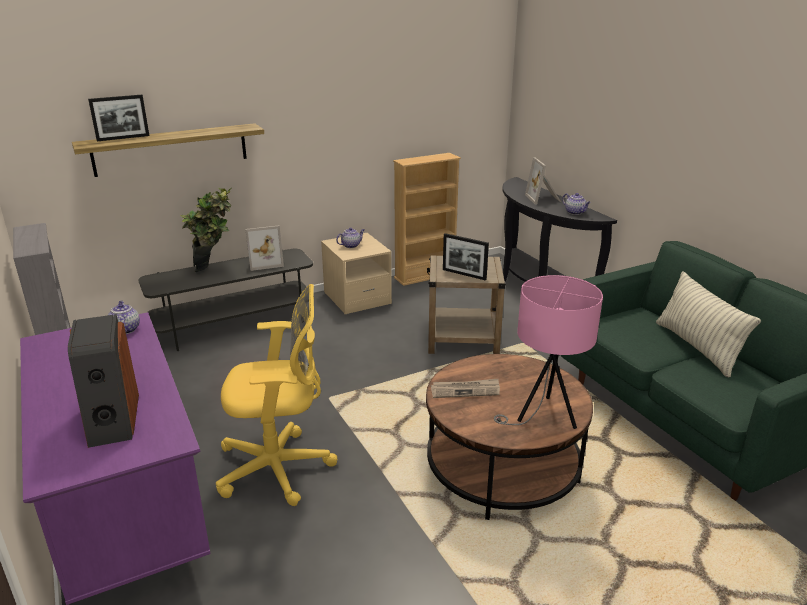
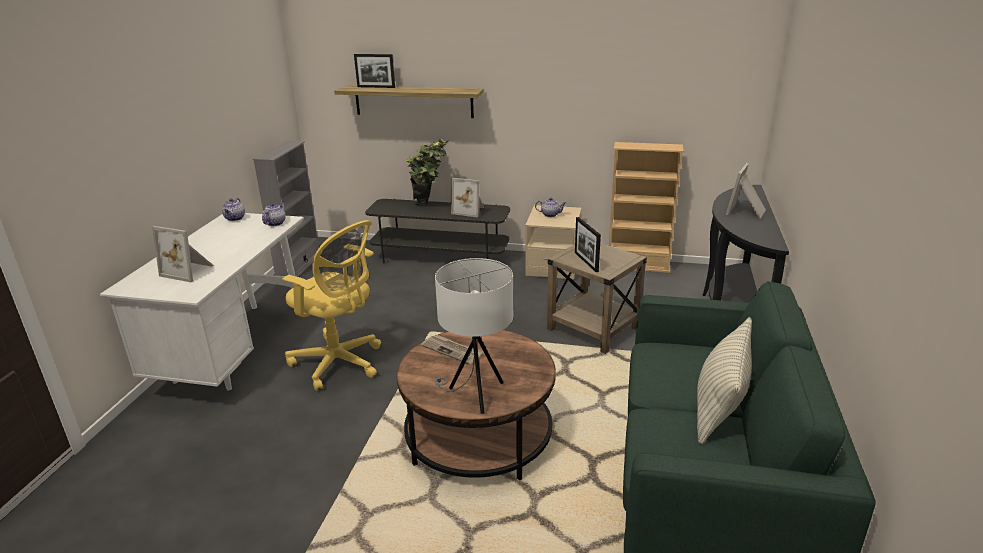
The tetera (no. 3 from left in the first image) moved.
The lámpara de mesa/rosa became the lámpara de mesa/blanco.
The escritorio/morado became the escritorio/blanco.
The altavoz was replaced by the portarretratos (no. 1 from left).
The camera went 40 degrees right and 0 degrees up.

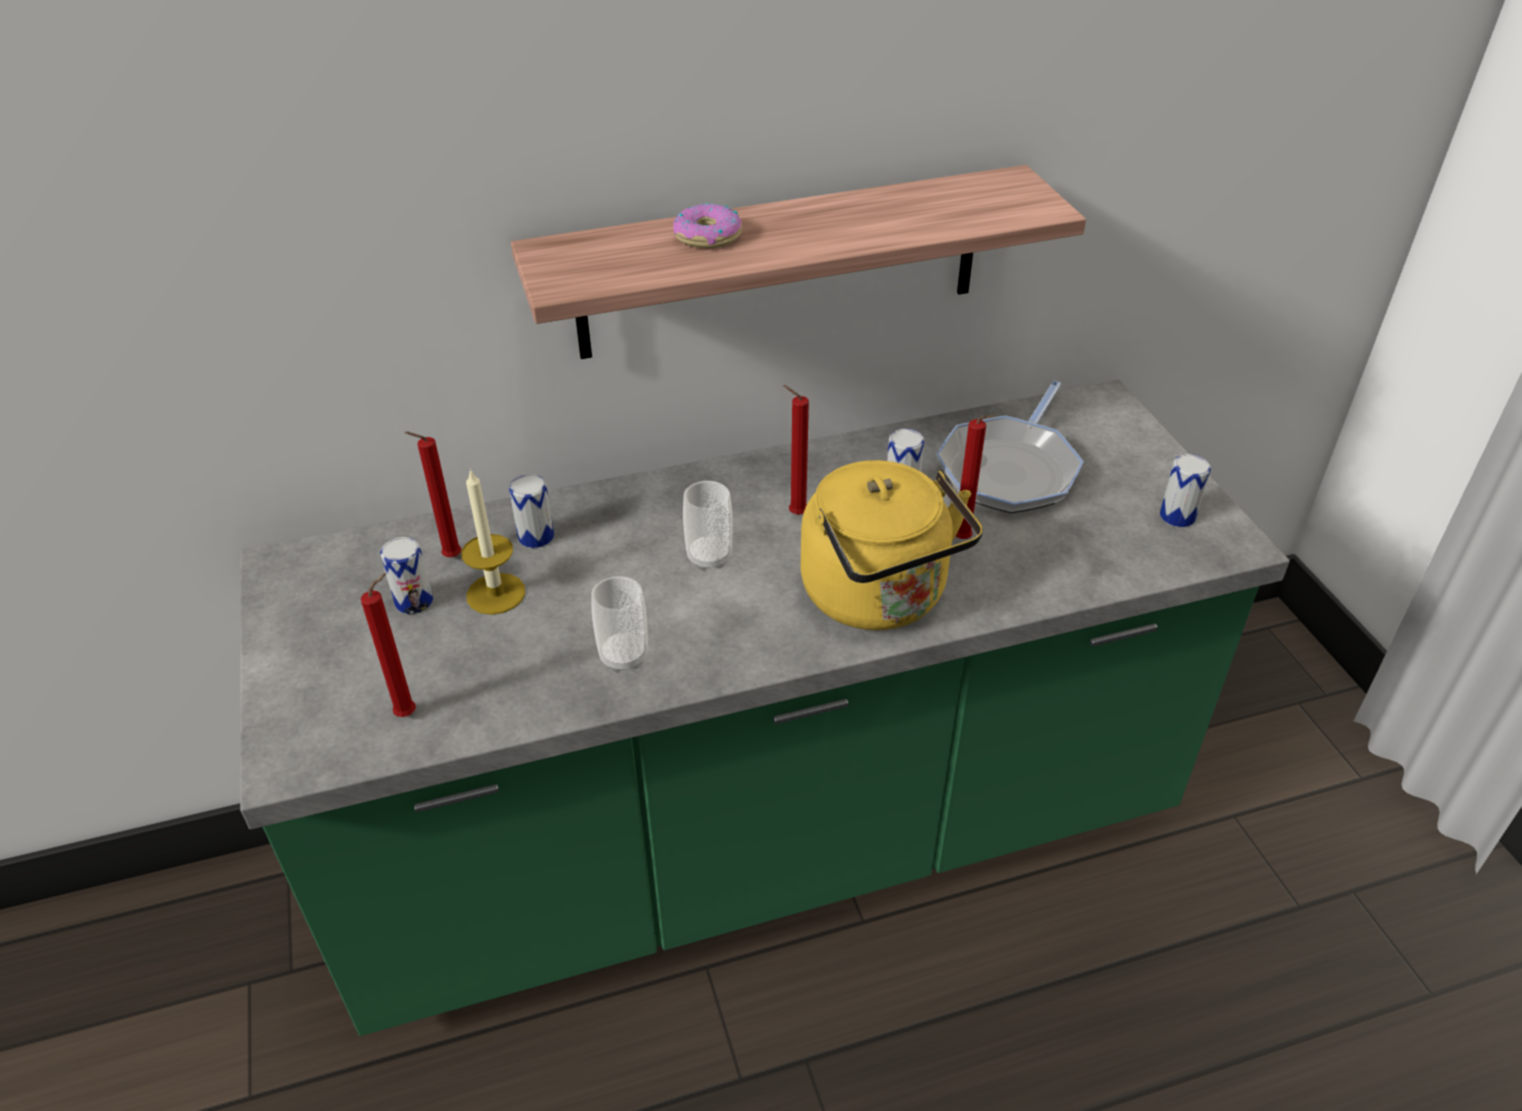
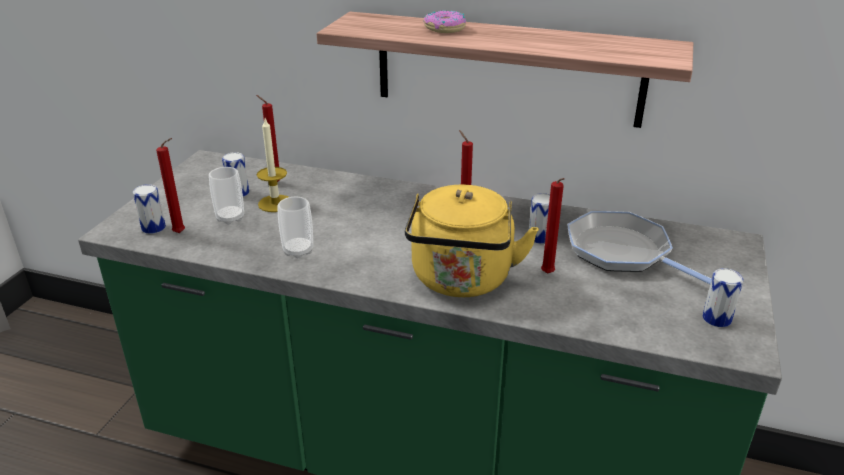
The sartén turned 75 degrees clockwise.
The lata (no. 2 from left in the first image) moved.
The taza (no. 2 from left in the first image) moved.
The camera went 35 degrees right and 10 degrees down.

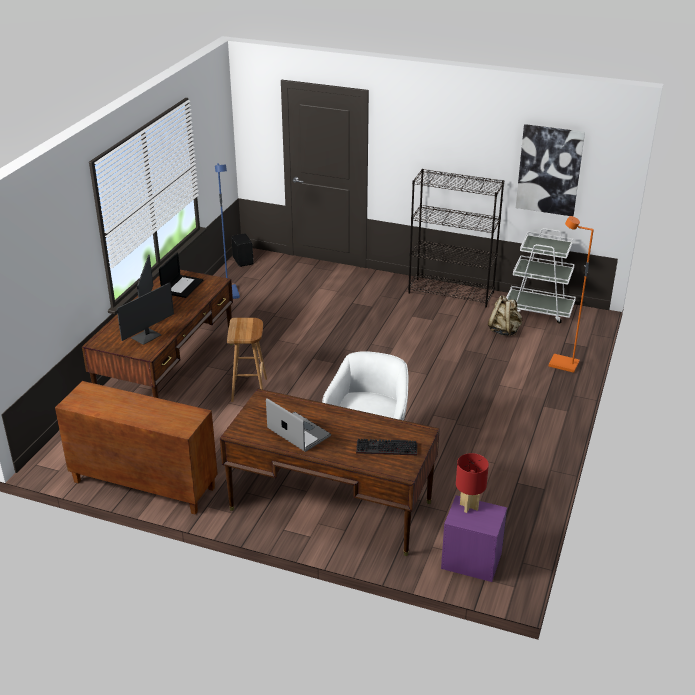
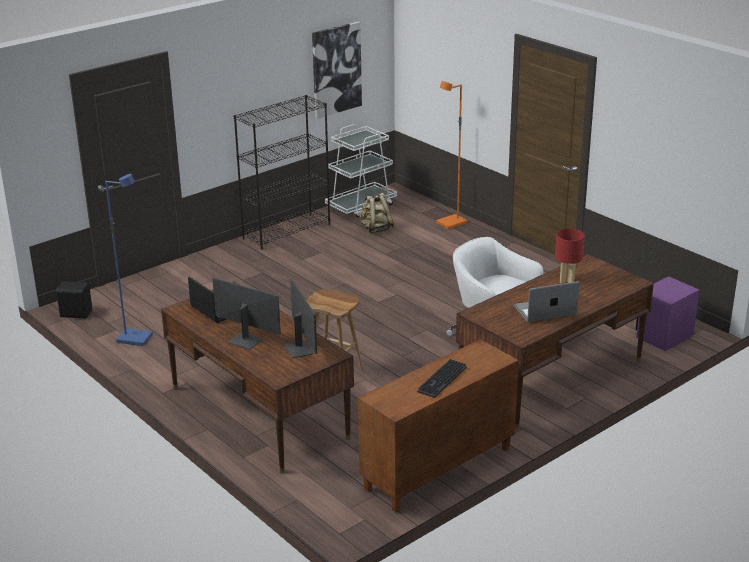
The teclado moved.
The lámpara de mesa/rojo moved.
The camera went 60 degrees left and 5 degrees down.

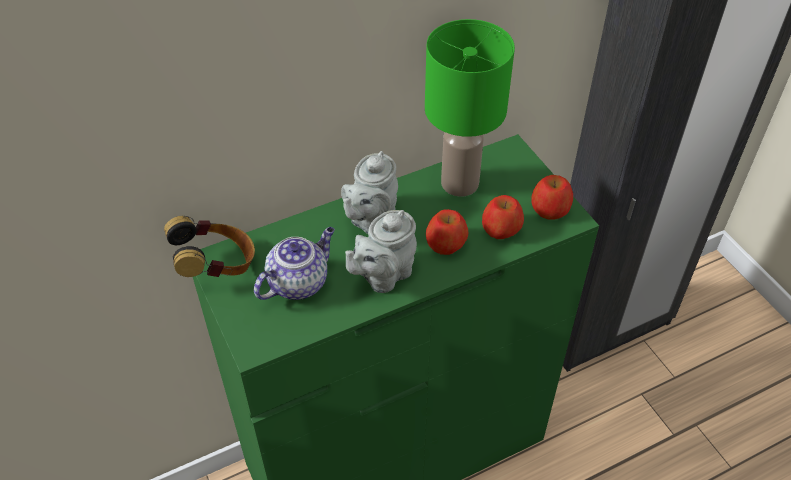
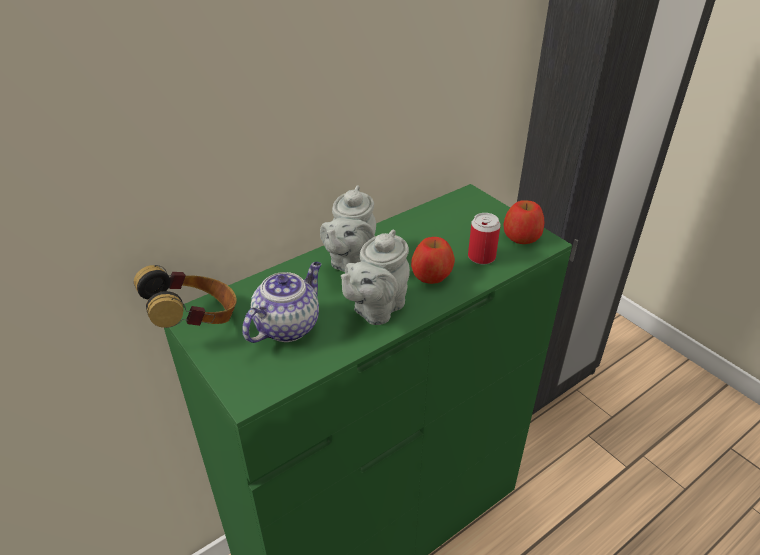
The lámpara de mesa/verde disappeared.
The manzana (no. 2 from left) was replaced by the lata.
The camera went 10 degrees left and 10 degrees down.

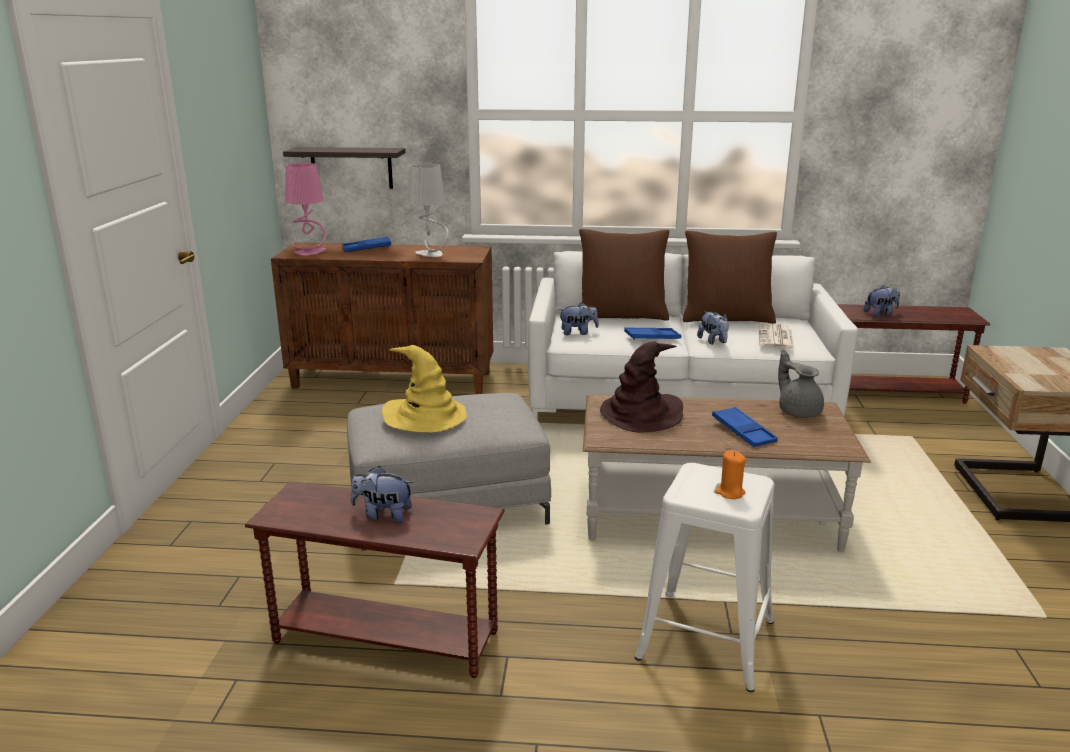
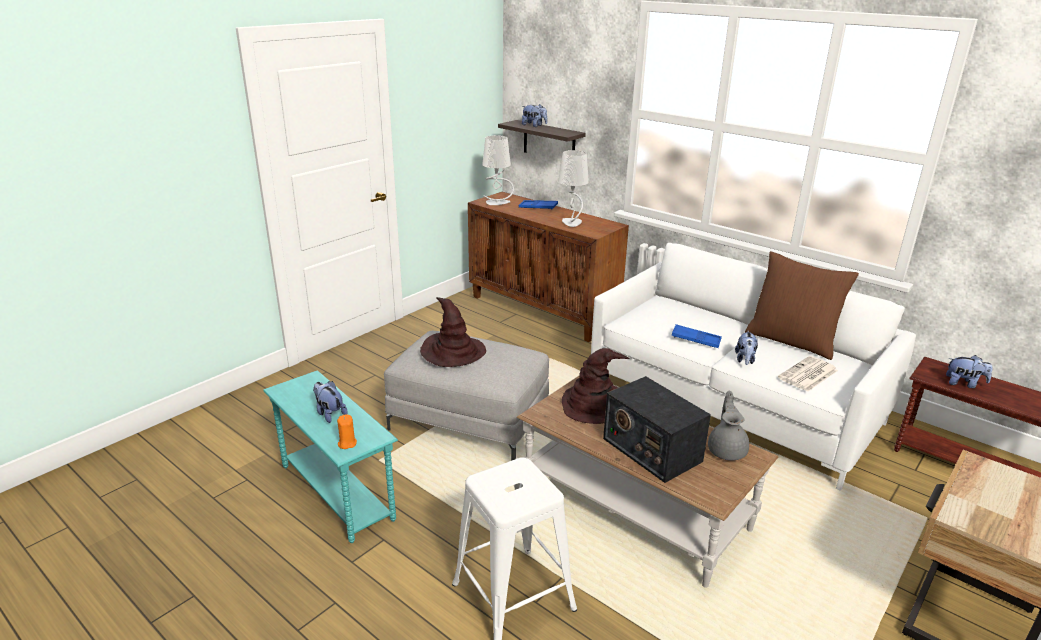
The lámpara de mesa/rosa became the lámpara de mesa/gris (no. 1 from left).
The cojín/marrón (no. 1 from left) disappeared.
The peluche (no. 2 from left) moved.
The sombrero/amarillo became the sombrero/marrón (no. 1 from left).
The bandeja/azul (no. 3 from left) was replaced by the radio.
The vela/naranja moved.
The mesa auxiliar/marrón (no. 1 from left) became the mesa auxiliar/turquesa.
The camera went 35 degrees right and 5 degrees up.

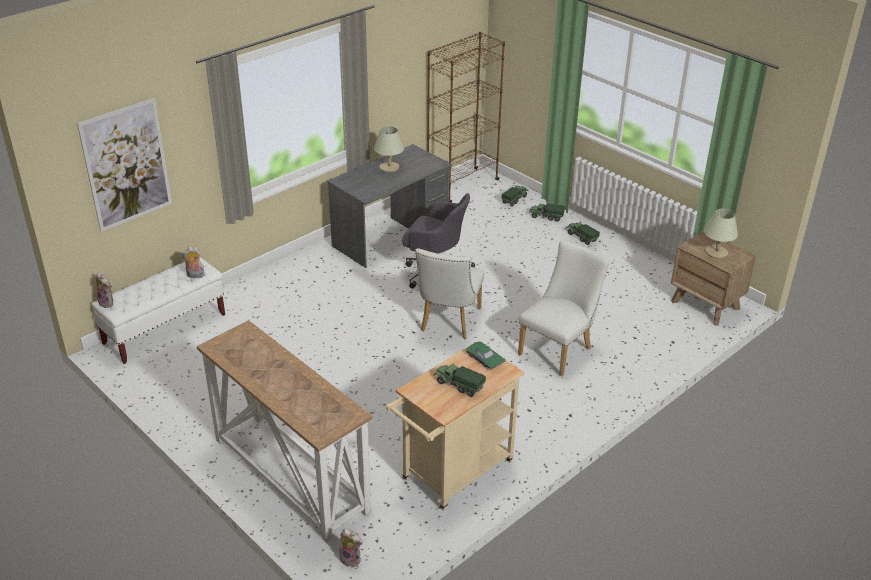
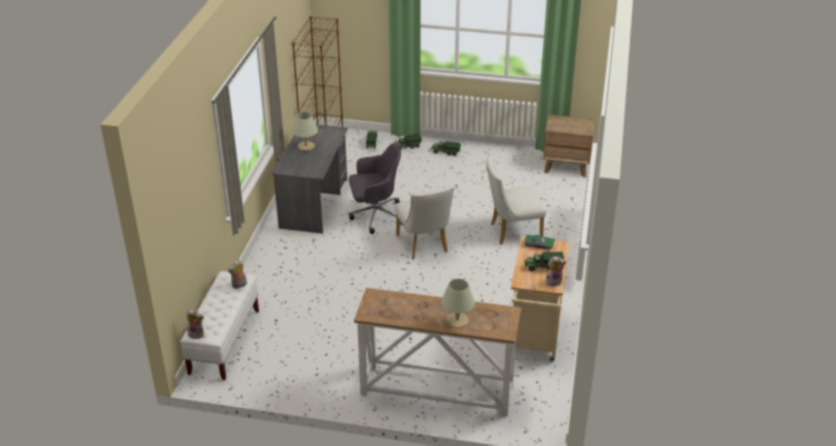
The cuadro disappeared.
The lámpara de mesa/beis (no. 2 from left) moved.
The silla/blanco (no. 2 from left) turned 105 degrees counterclockwise.
The peluche (no. 3 from left) moved.
The camera went 35 degrees left and 0 degrees up.

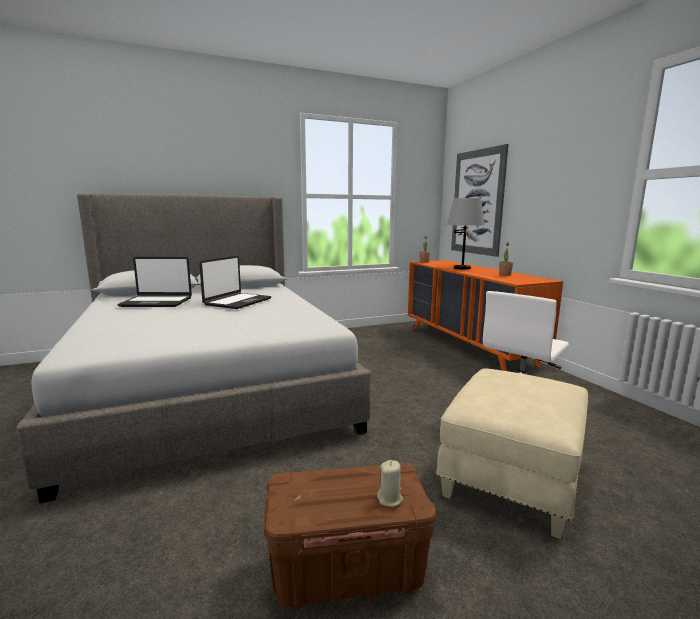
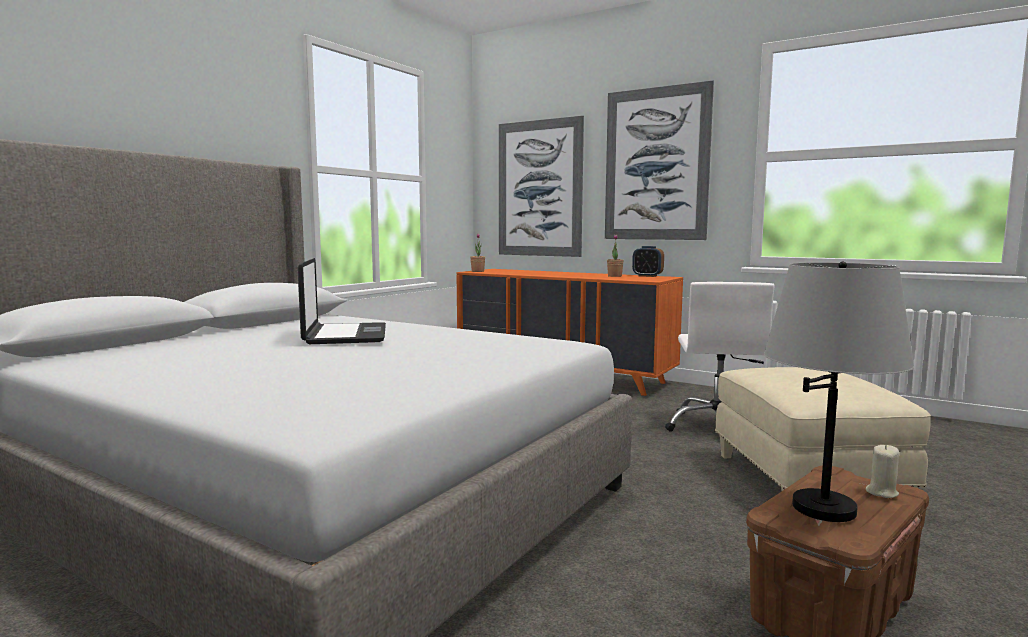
The lámpara de mesa/gris moved.
The portátil (no. 1 from left) disappeared.
The cuadro (no. 2 from left) appeared.
The despertador appeared.
The camera went 35 degrees left and 5 degrees down.

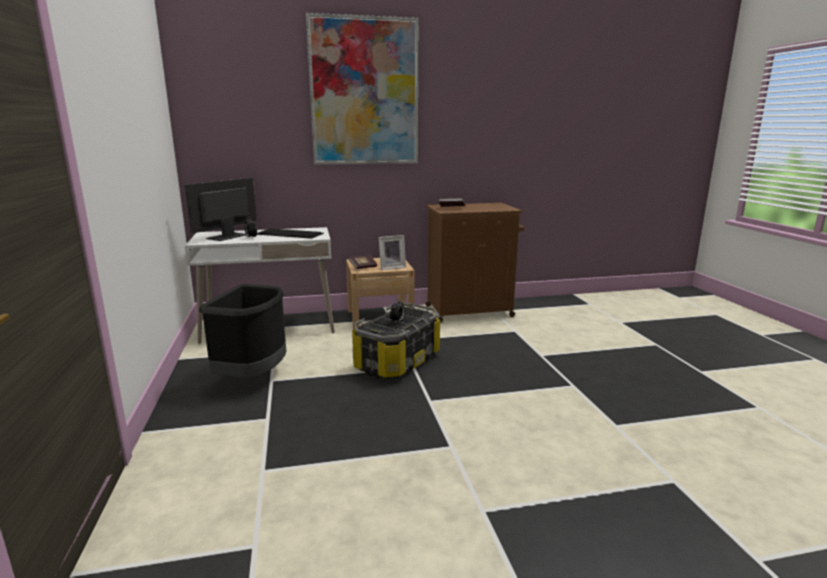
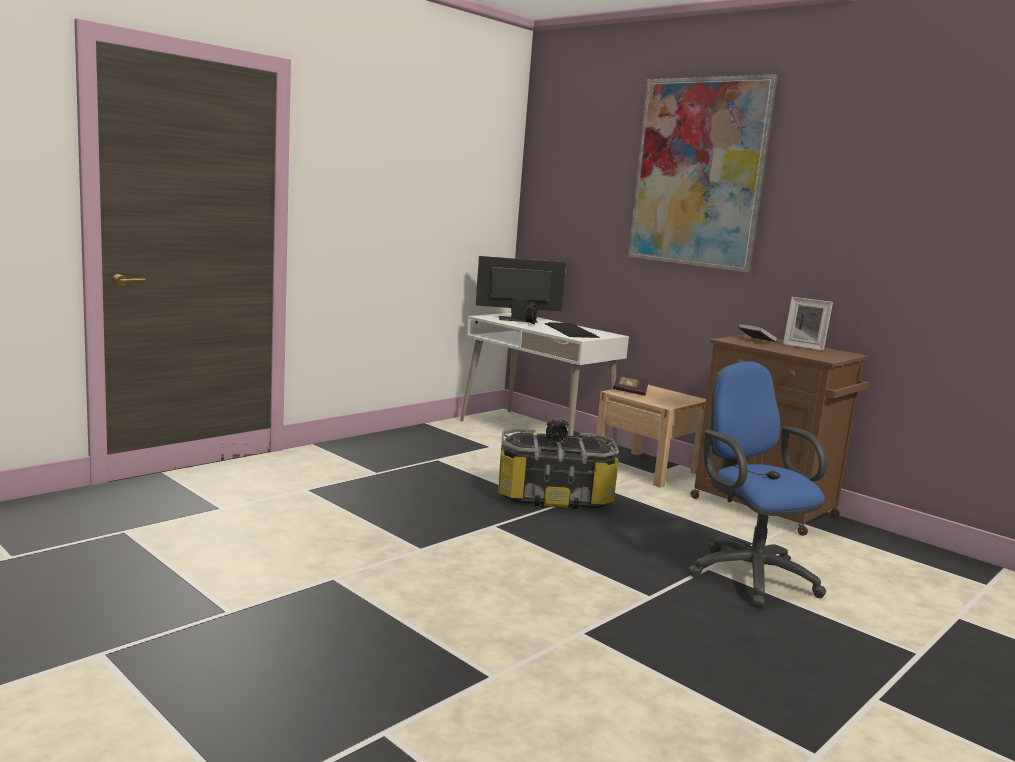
The portarretratos moved.
The papelera/negro disappeared.
The silla de oficina/azul appeared.
The camera went 55 degrees right and 5 degrees down.

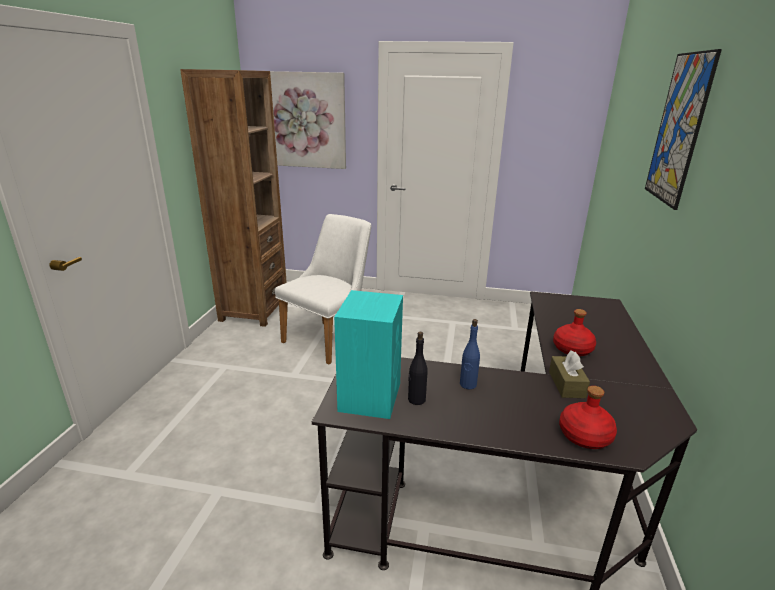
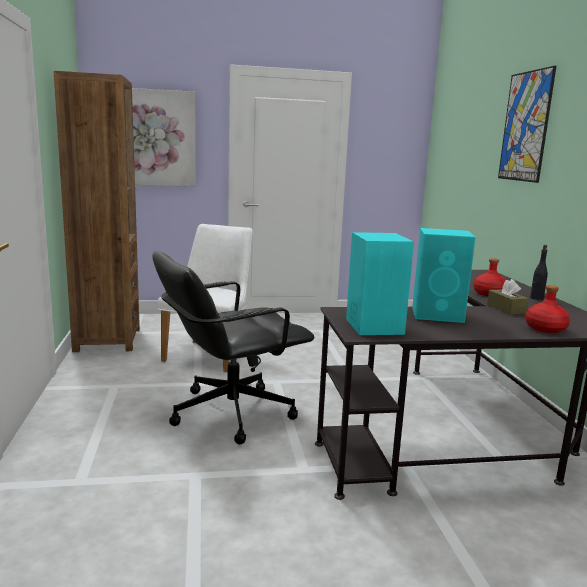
The botella/azul was replaced by the altavoz/turquesa (no. 2 from left).
The botella/negro moved.
The silla de oficina/negro appeared.
The camera went 20 degrees left and 10 degrees down.

